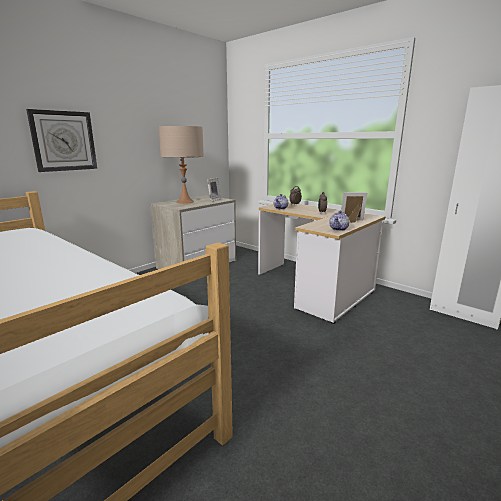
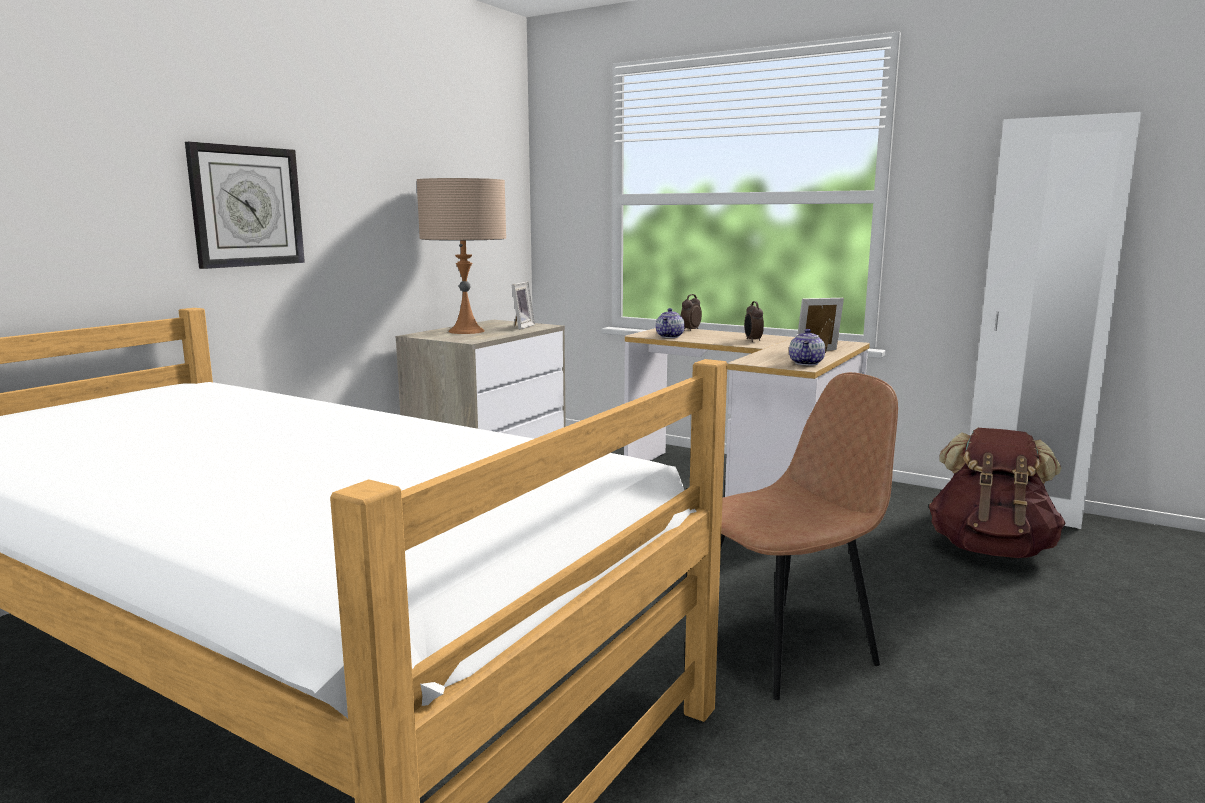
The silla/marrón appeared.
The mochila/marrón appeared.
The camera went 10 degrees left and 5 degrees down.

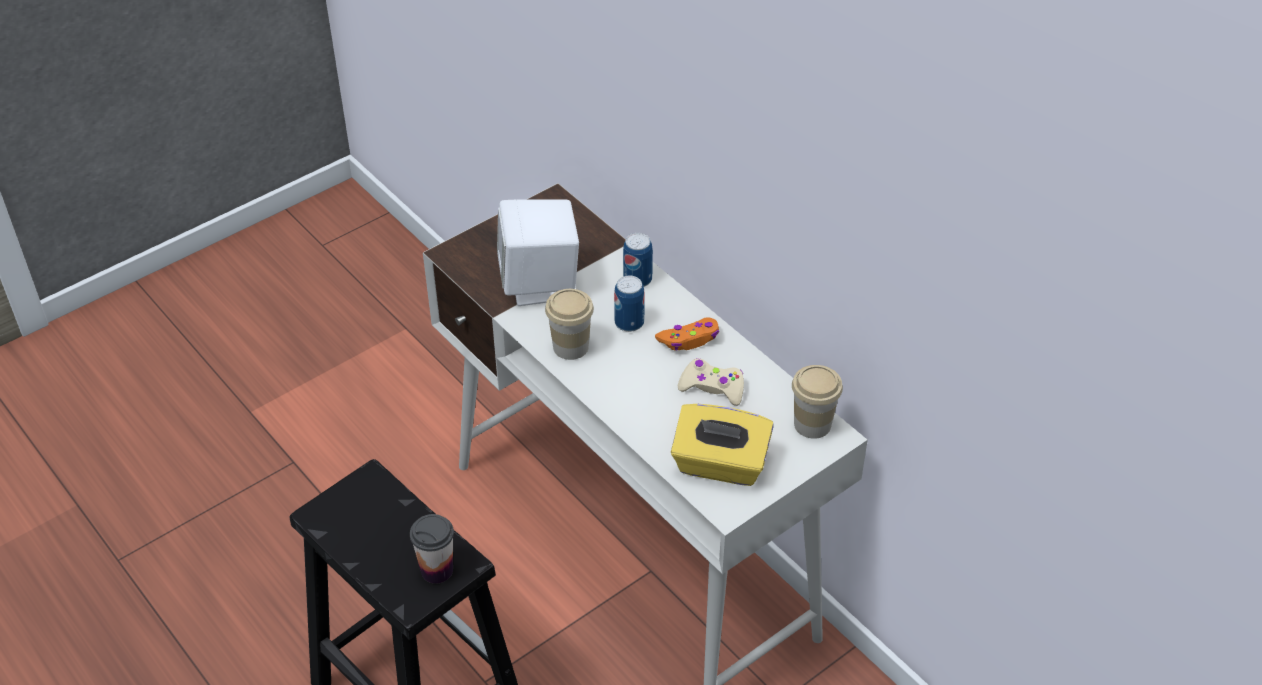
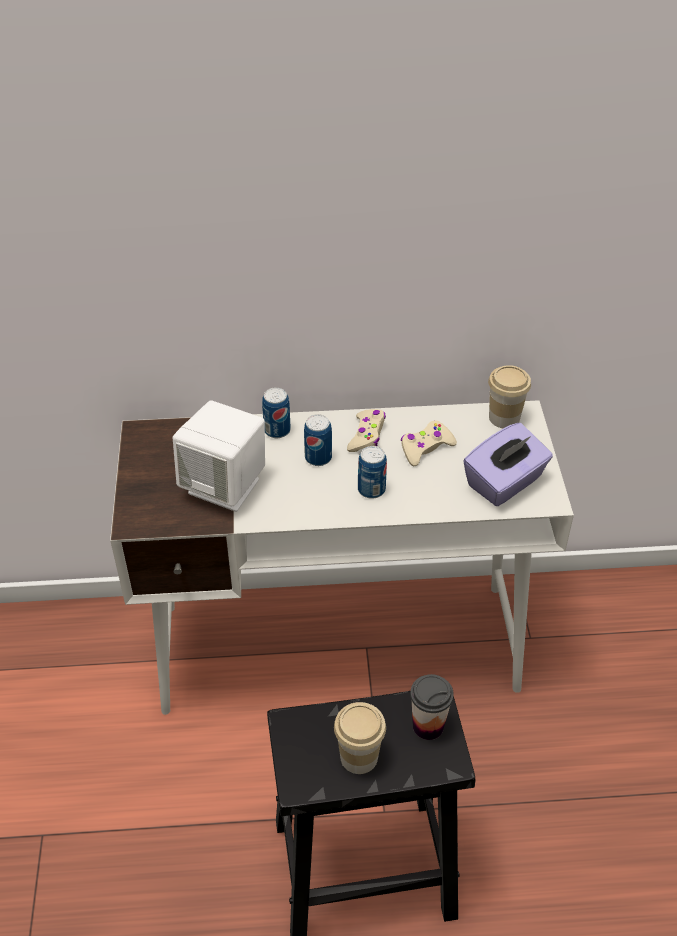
The taza (no. 2 from left in the first image) moved.
The mando de consola/naranja became the mando de consola/beis (no. 1 from left).
The caja de pañuelos/amarillo became the caja de pañuelos/morado.
The lata (no. 3 from left) appeared.
The camera went 55 degrees left and 0 degrees up.

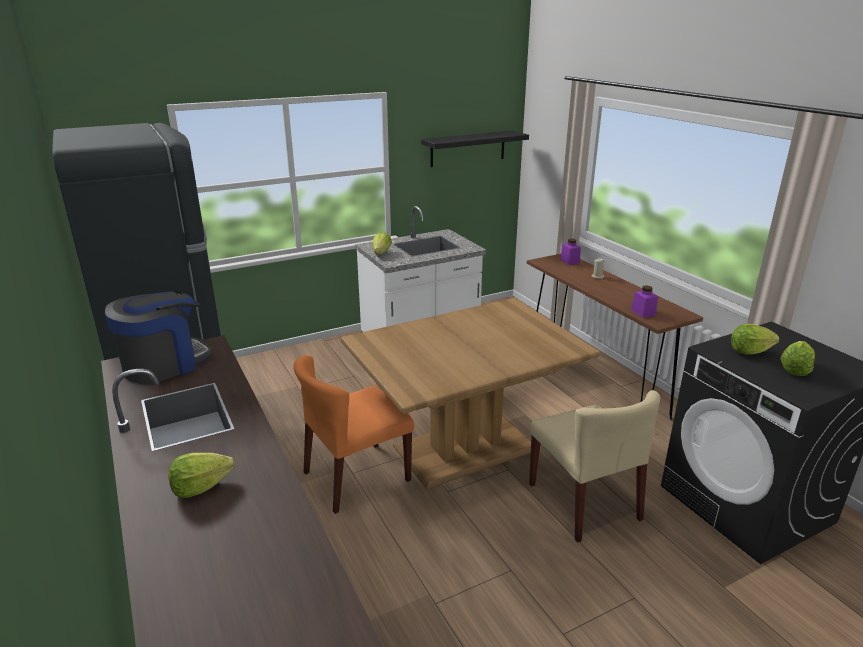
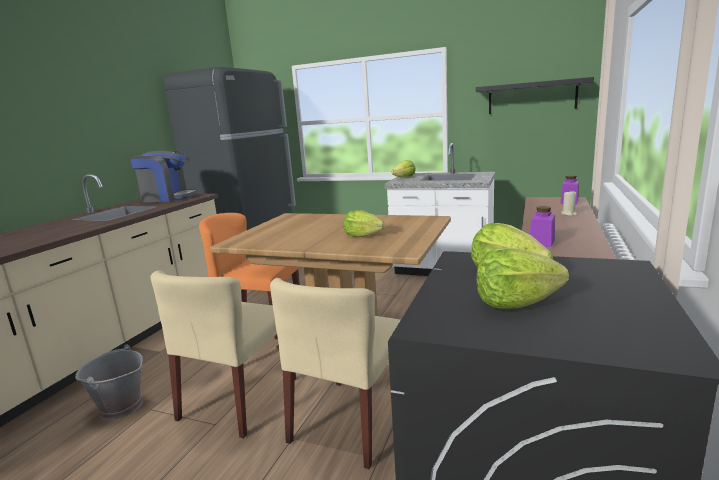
The lechuga (no. 1 from left) moved.
The silla/beis (no. 1 from left) appeared.
The cubo/gris appeared.
The camera went 50 degrees right and 10 degrees down.

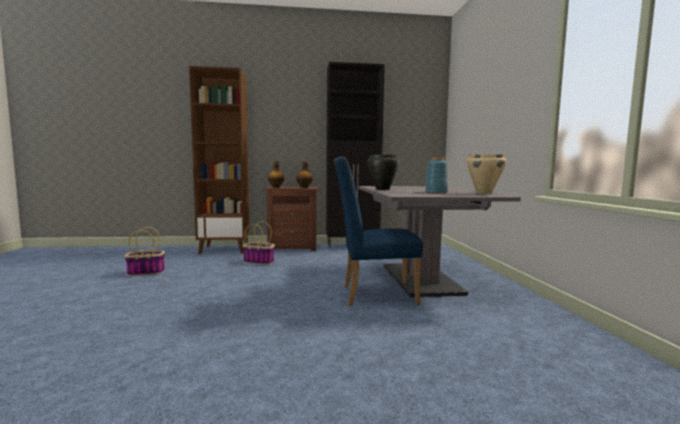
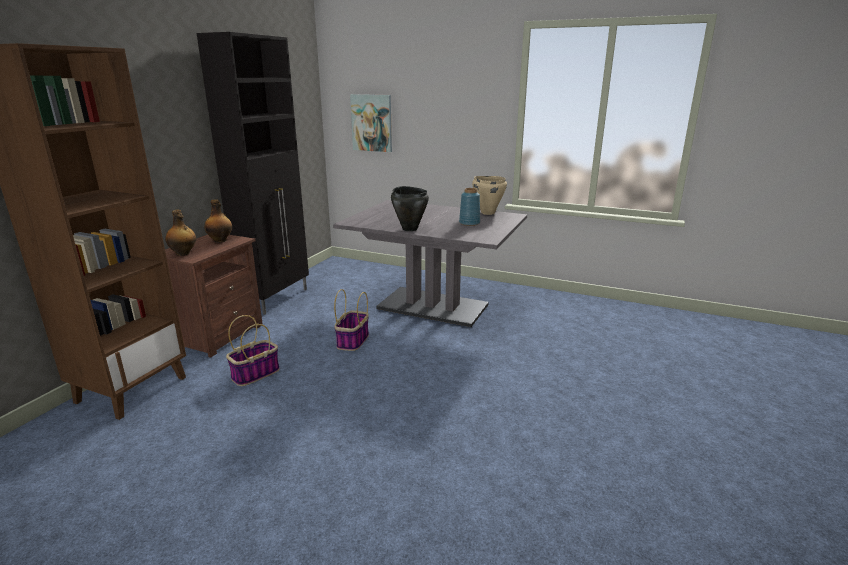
The silla/azul disappeared.
The cesta (no. 1 from left in the first image) moved.
The cuadro appeared.
The camera went 60 degrees left and 15 degrees up.

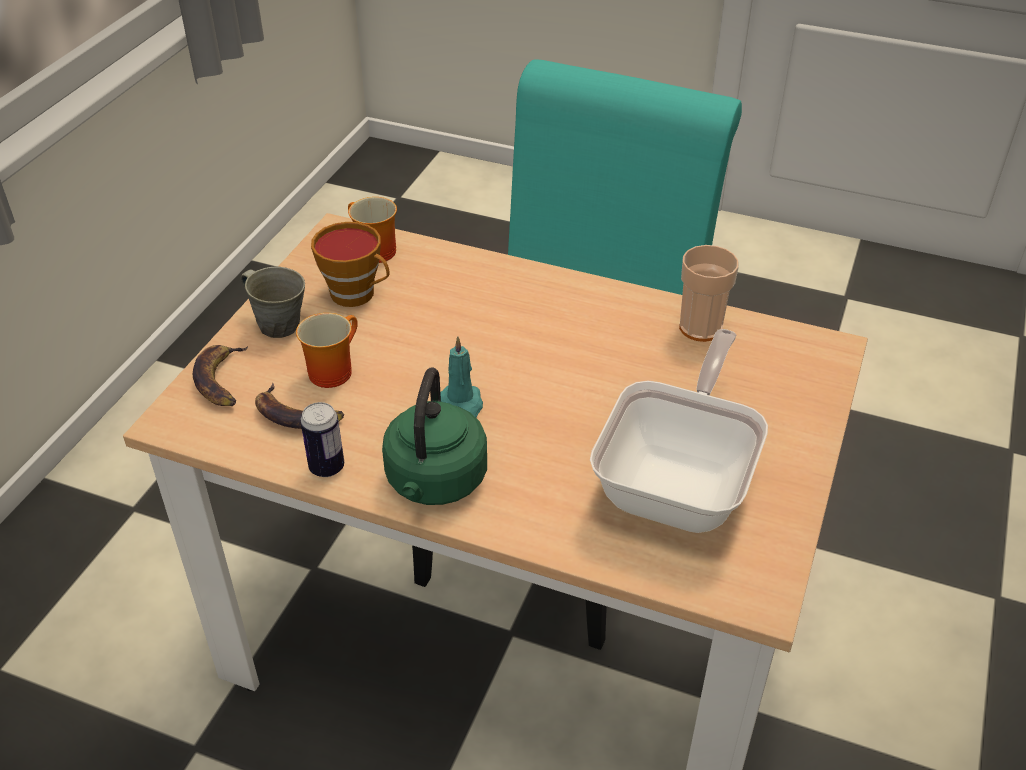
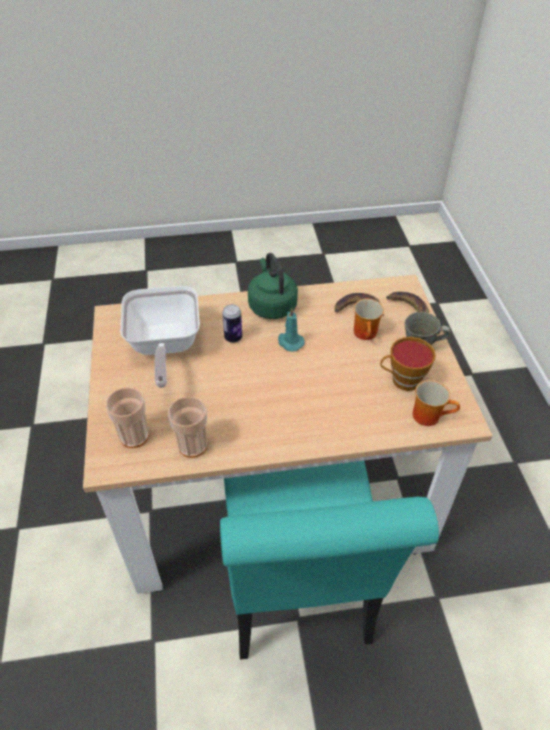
The lata moved.
The taza (no. 1 from left) appeared.
The camera went 150 degrees right and 5 degrees up.

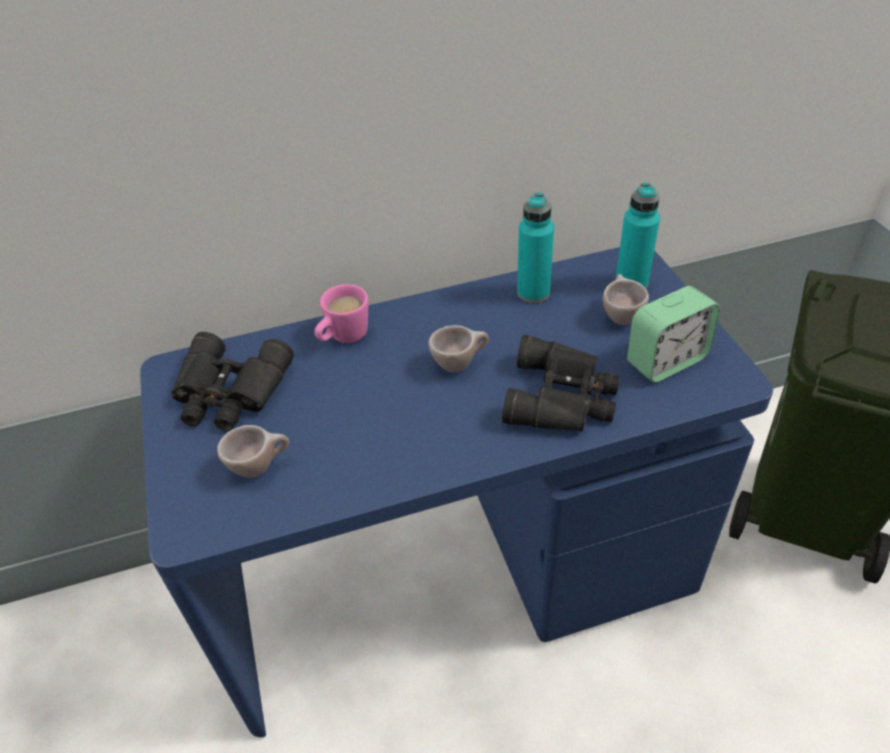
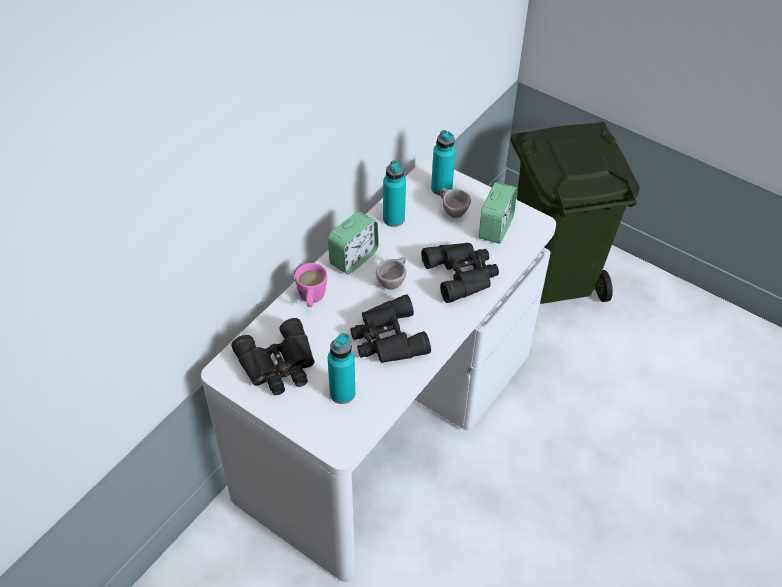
The escritorio/azul became the escritorio/blanco.
The taza/beis (no. 1 from left) was replaced by the botella/turquesa (no. 1 from left).
The despertador (no. 1 from left) appeared.
The prismáticos/negro (no. 2 from left) appeared.
The camera went 40 degrees left and 5 degrees up.

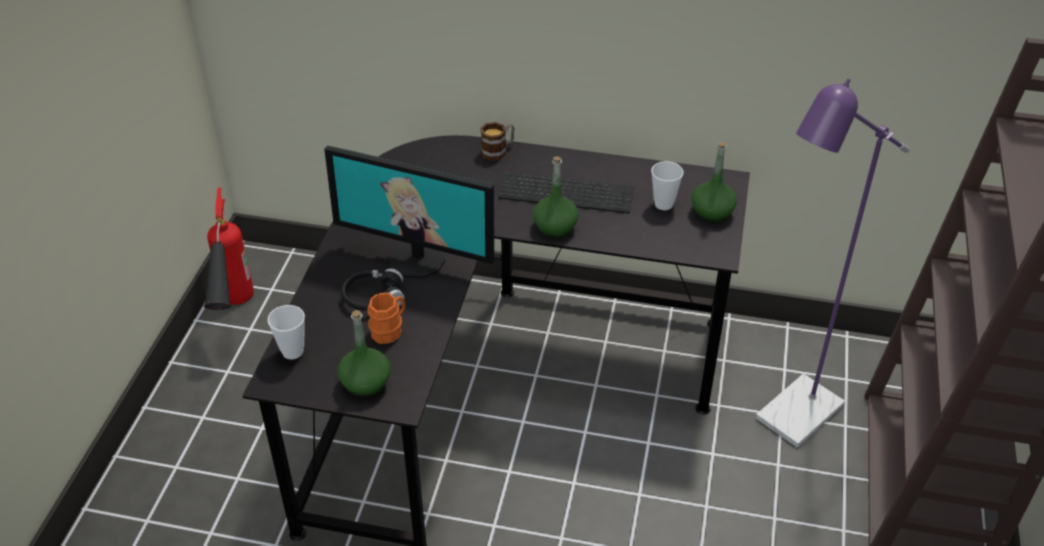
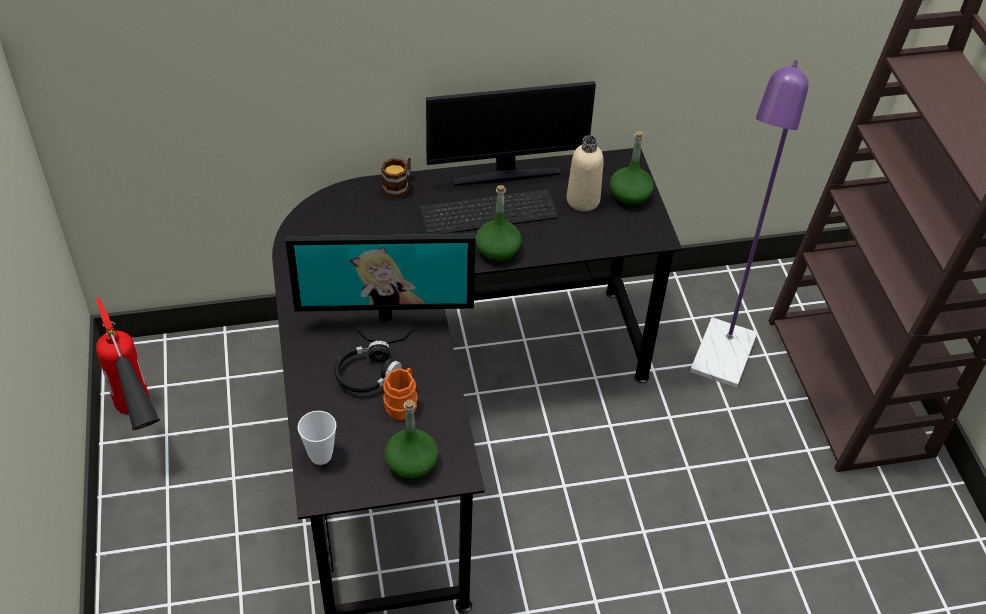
The taza (no. 2 from left) was replaced by the botella/beis.
The monitor (no. 2 from left) appeared.
The camera went 25 degrees left and 5 degrees up.

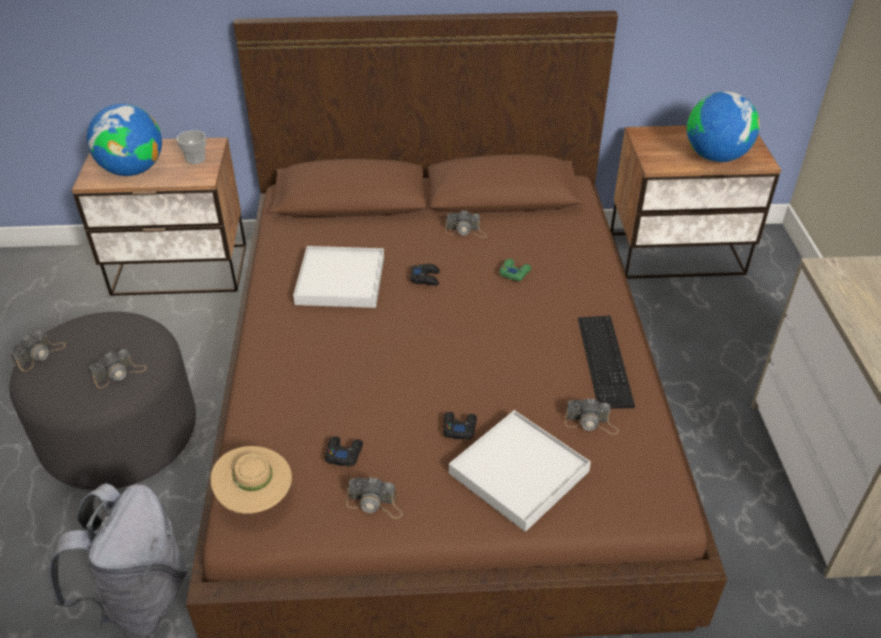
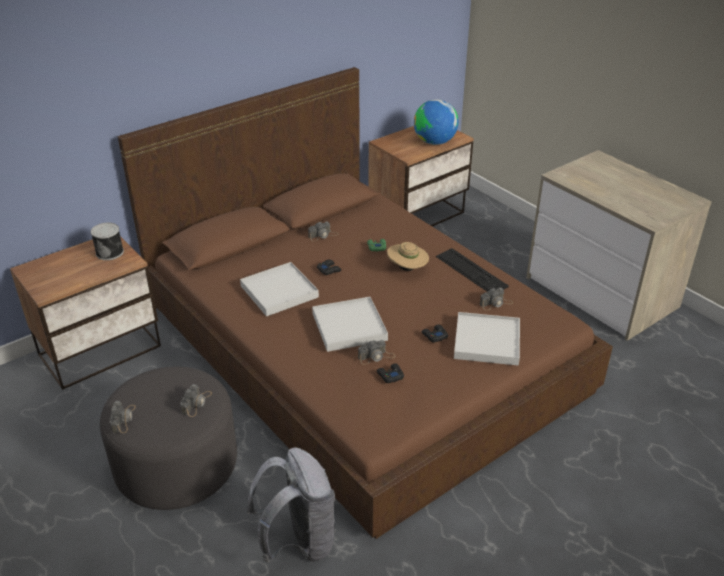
The globo terráqueo (no. 1 from left) disappeared.
The taza was replaced by the lata.
The sombrero/beis moved.
The cámara (no. 3 from left in the first image) moved.
The bandeja/blanco (no. 2 from left) appeared.
The camera went 35 degrees left and 5 degrees down.

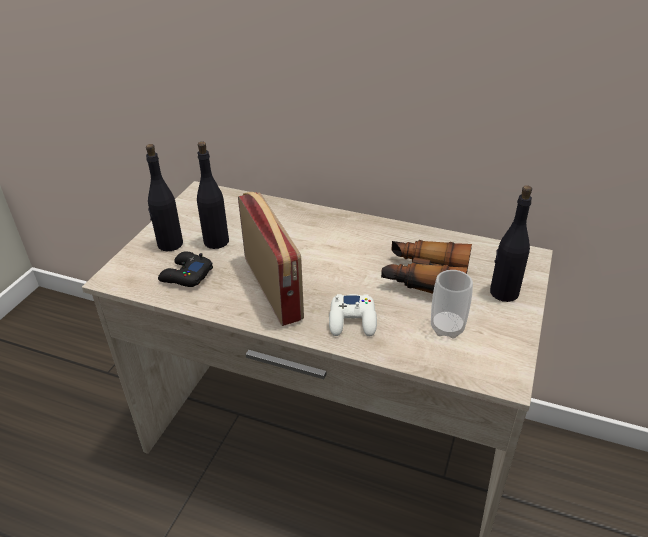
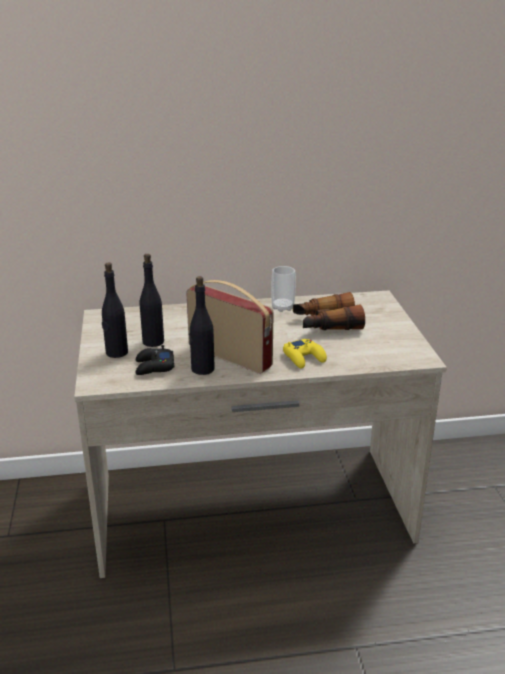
The botella/negro (no. 3 from left) moved.
The taza moved.
The mando de consola/blanco became the mando de consola/amarillo.
The camera went 30 degrees left and 10 degrees down.

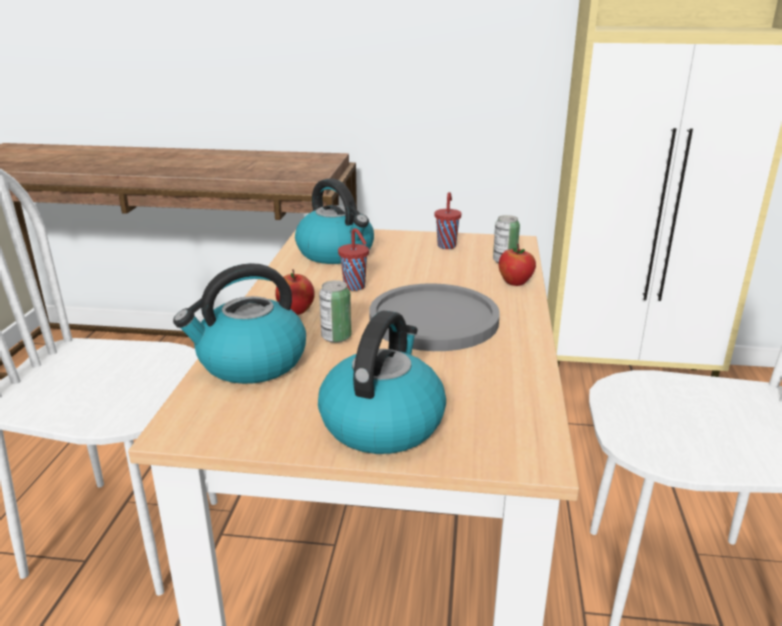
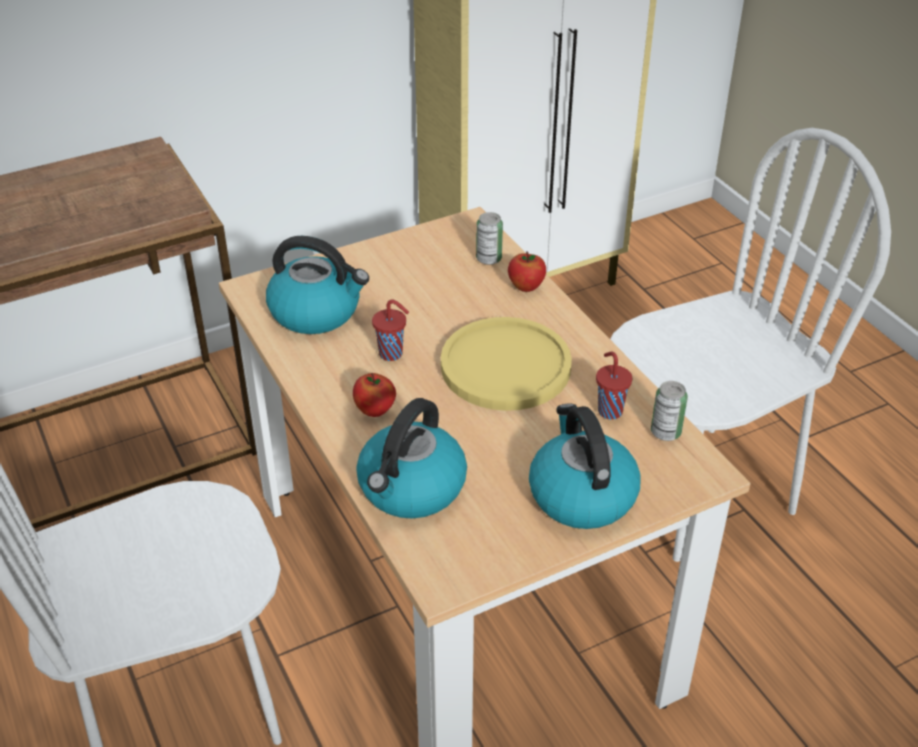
The taza/rojo (no. 2 from left) moved.
The lata (no. 1 from left in the first image) moved.
The plato/gris became the plato/amarillo.
The camera went 35 degrees left and 15 degrees up.

